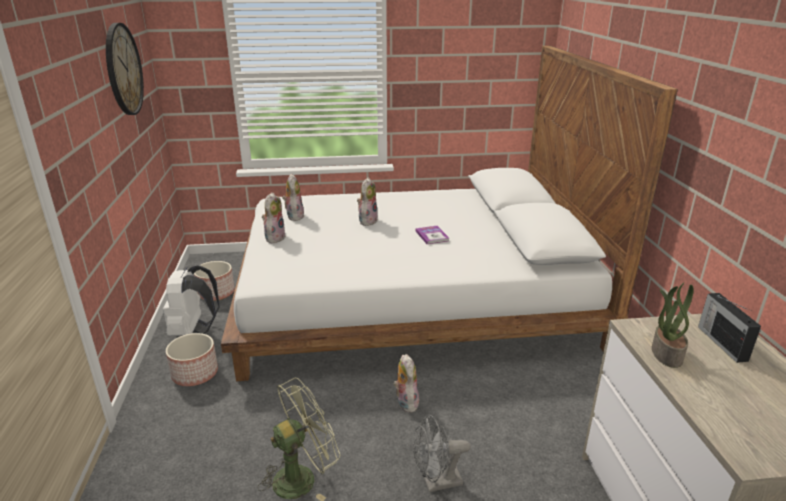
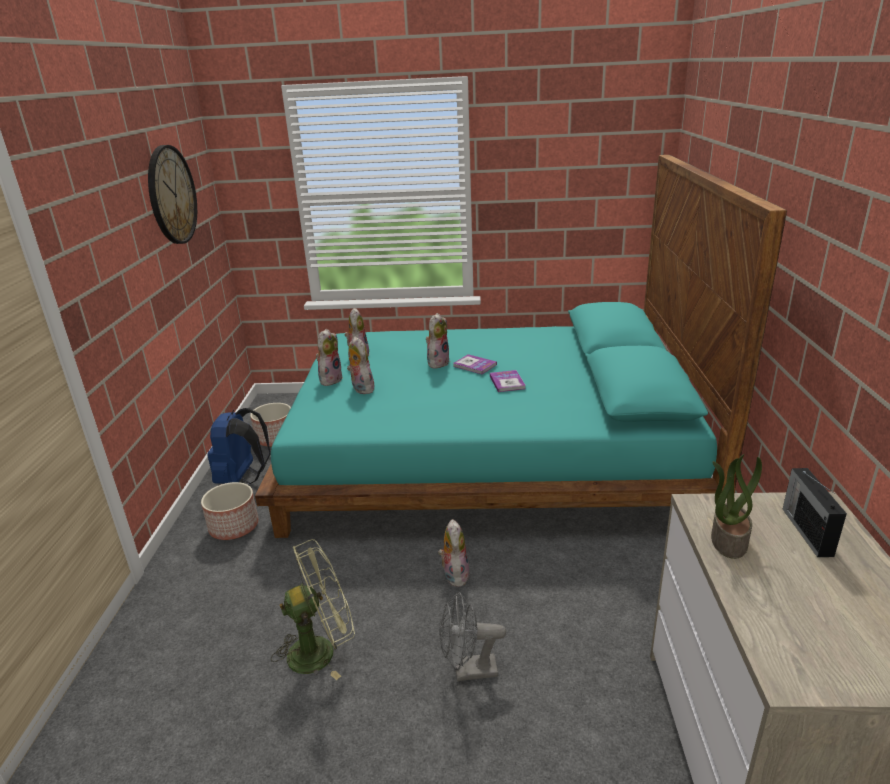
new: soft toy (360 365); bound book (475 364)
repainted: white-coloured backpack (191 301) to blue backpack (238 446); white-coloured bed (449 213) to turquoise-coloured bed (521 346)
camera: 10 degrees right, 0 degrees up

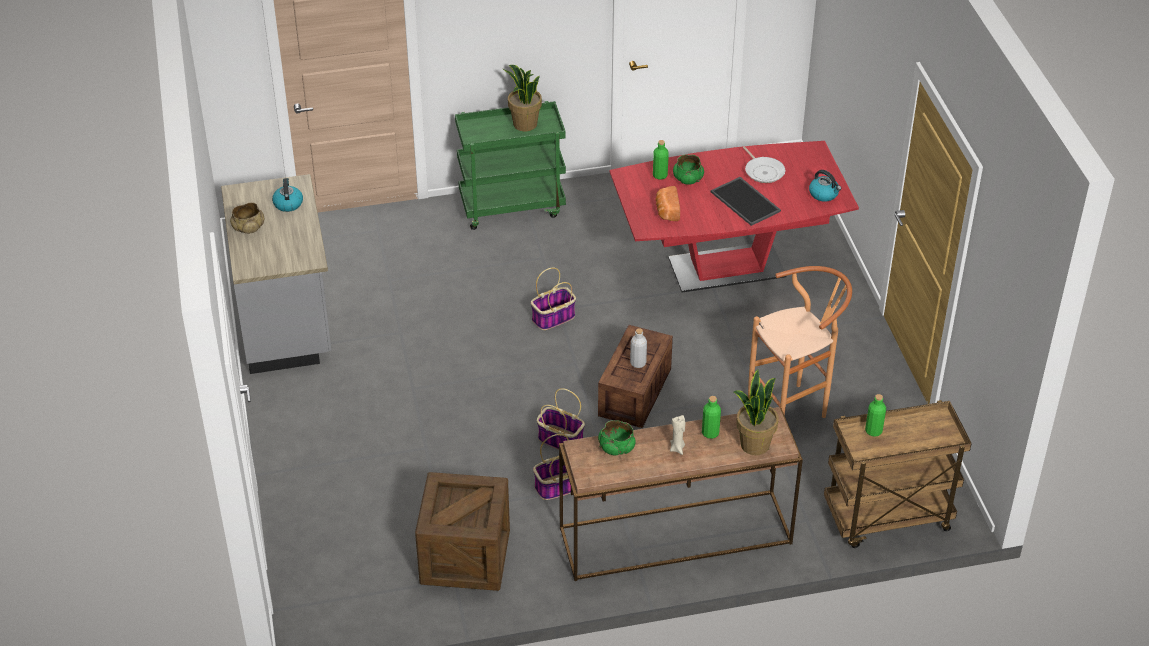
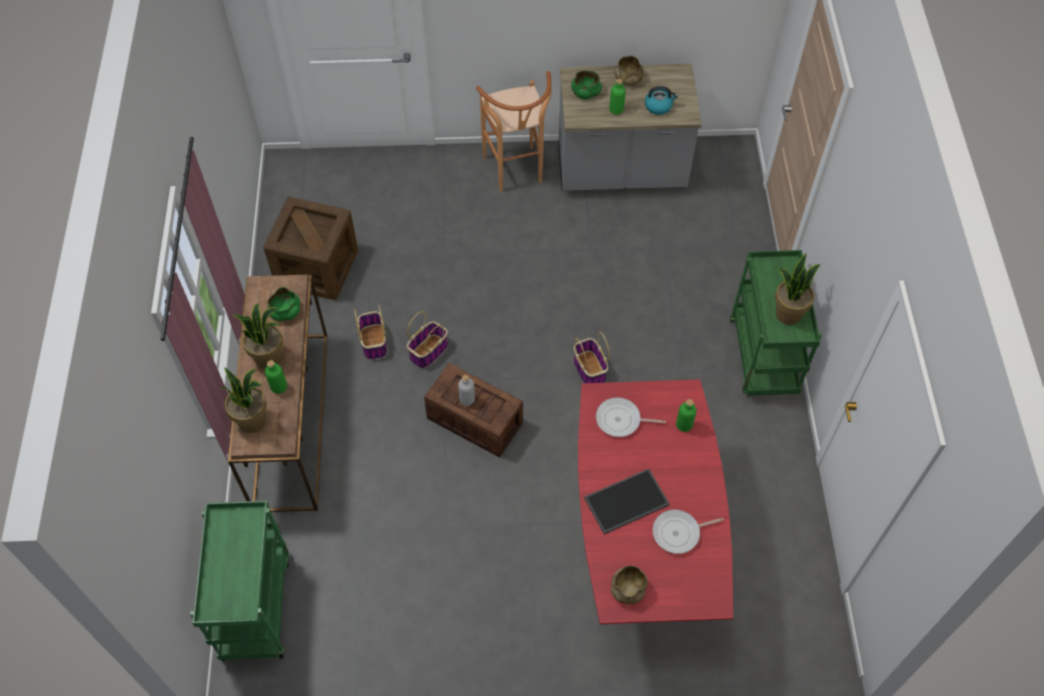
shifted: green-coloured bowl (688 169) to (586 84); brown sitting stool (800 342) to (514 131); green-coloured bottle (875 415) to (617 97)
swapped: bread (667 203) to skillet (631 417); sand-coloured candle (677 435) to plant in a pot (258 336); kettle (825 186) to sand-coloured bowl (629 585)
repainted: brown cart (898 474) to green-coloured cart (239 581)
camera: 100 degrees right, 15 degrees up

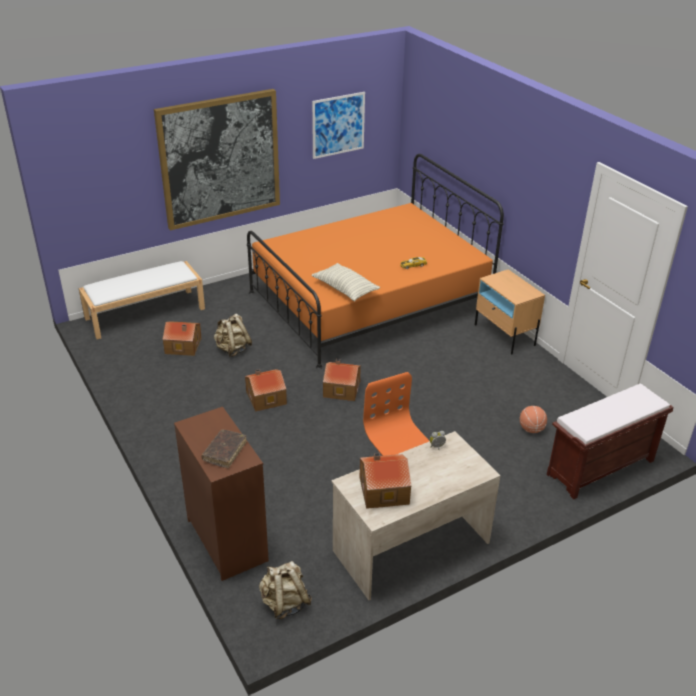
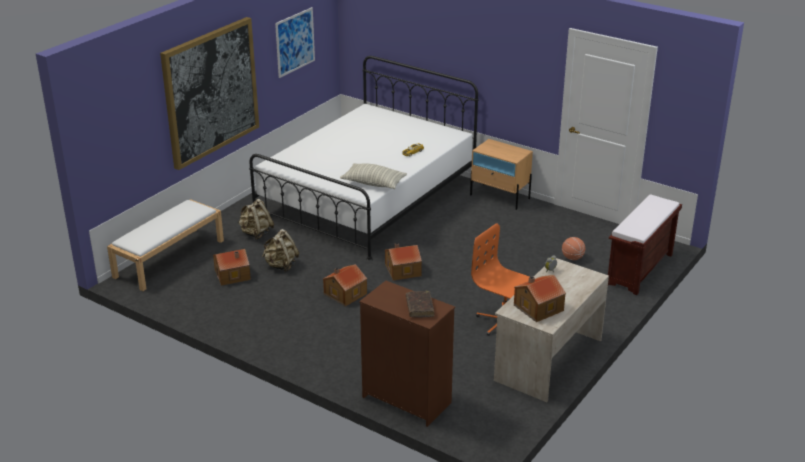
shifted: sand-coloured backpack (285 590) to (256 219)
repainted: orange bed (375 261) to white-coloured bed (364 158)
camera: 25 degrees left, 5 degrees down

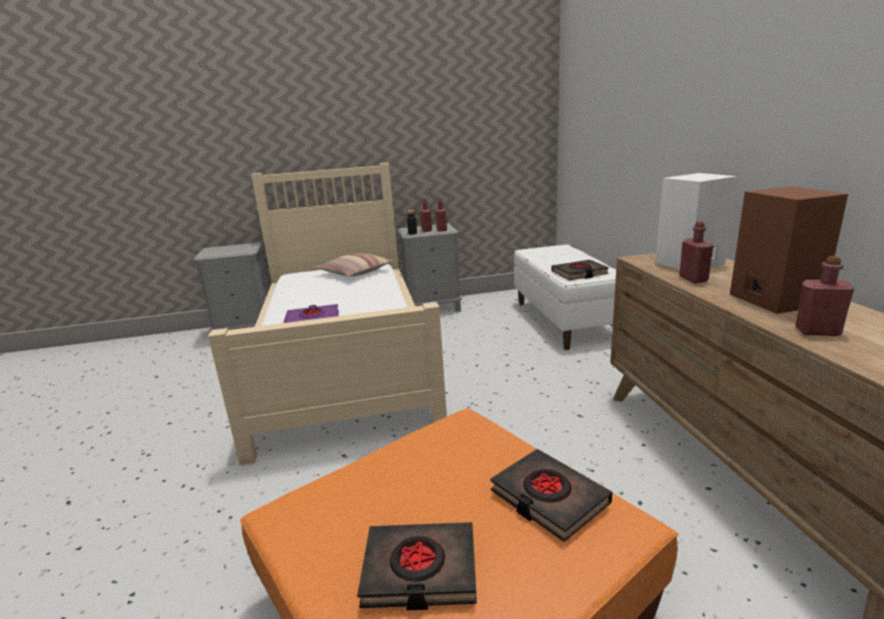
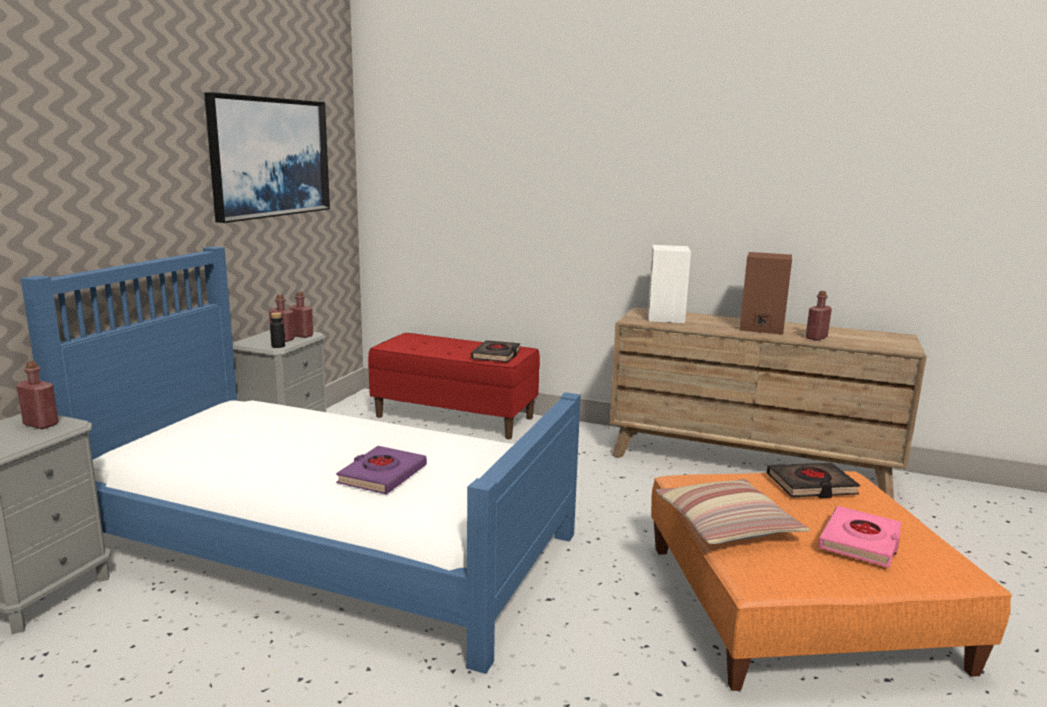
new: wall art (267 157)
shifted: pillow (354 264) to (732 511); red-coloured bottle (696 252) to (37 395)
repainted: sand-coloured bed (327 314) to blue bed (300 460); blackish bound book (417 566) to pink-coloured bound book (860 537); white-coloured long seat (565 297) to red-coloured long seat (454 386)
camera: 60 degrees left, 5 degrees down

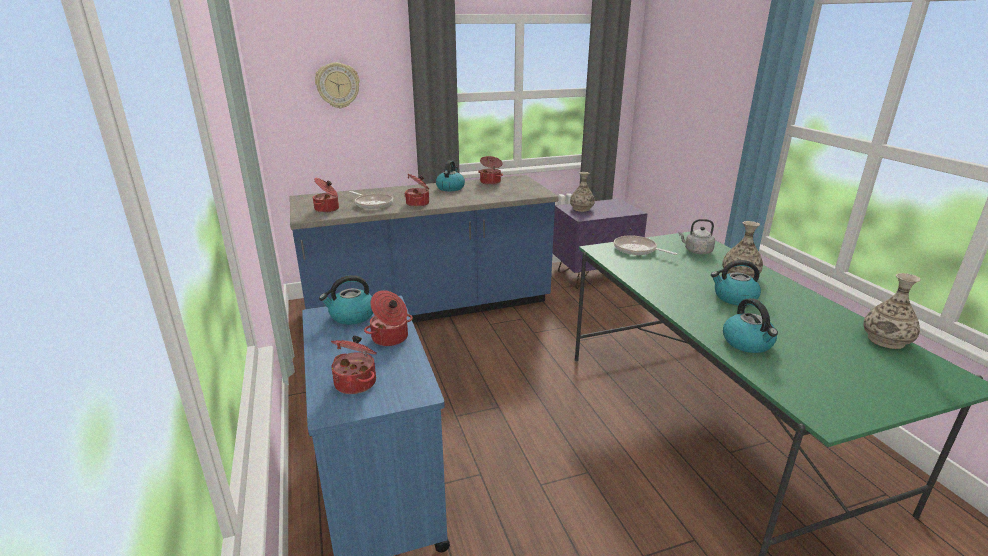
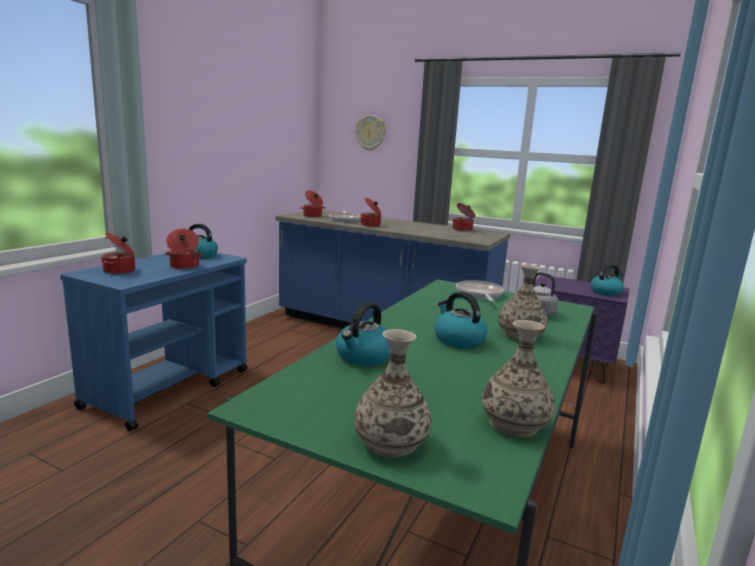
shifted: kettle (450 176) to (607 280); flower vase (582 192) to (393 393)
camera: 45 degrees right, 10 degrees down

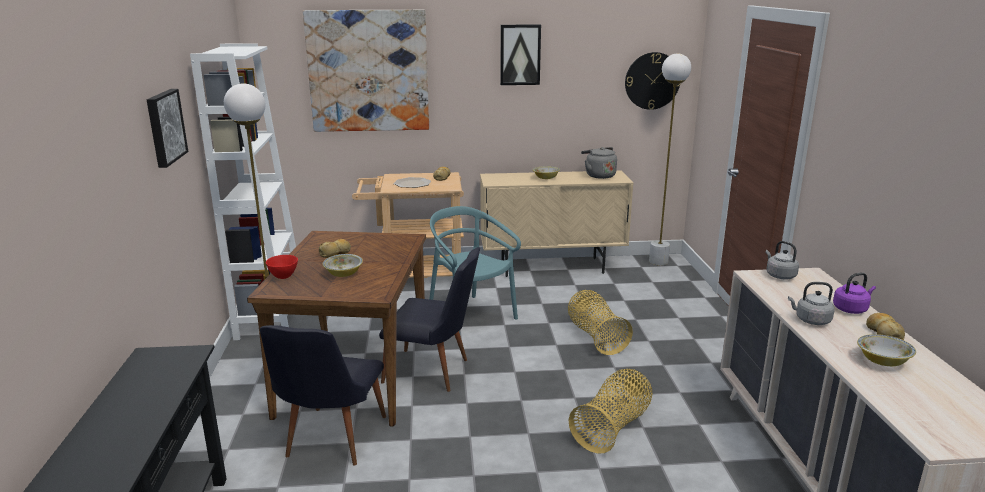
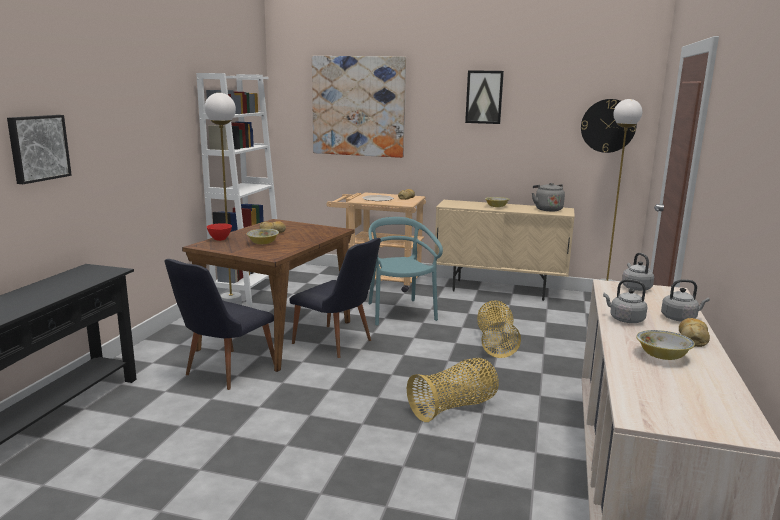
shifted: wall art (167 128) to (39 149)
repainted: purple kettle (854 293) to greyish kettle (685 300)
camera: 20 degrees right, 5 degrees down

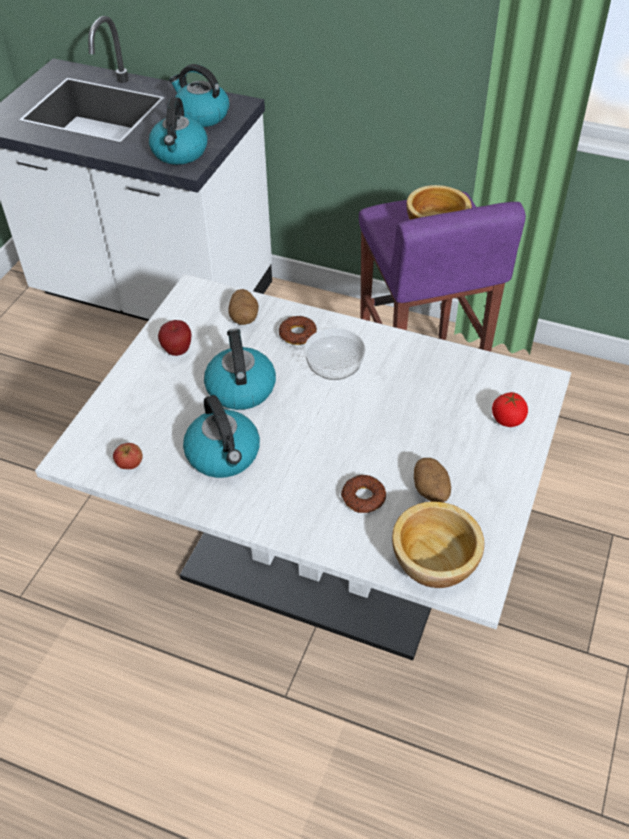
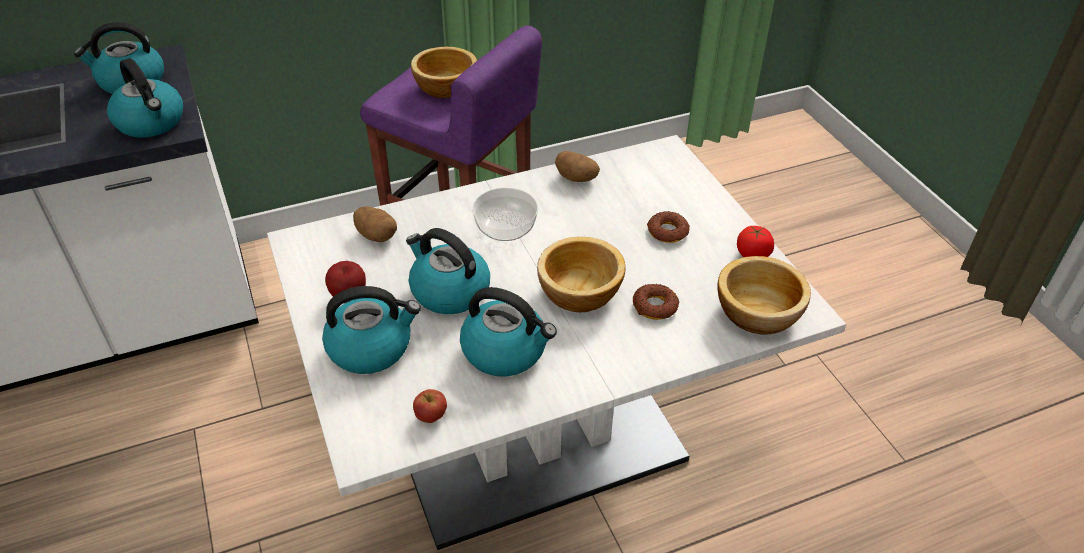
new: kettle (371 330); bowl (581 274)
shifted: doughnut (298 330) to (668 227); whole potato (432 480) to (577 166); fresh tomato (510 409) to (755 241)
camera: 45 degrees left, 5 degrees down

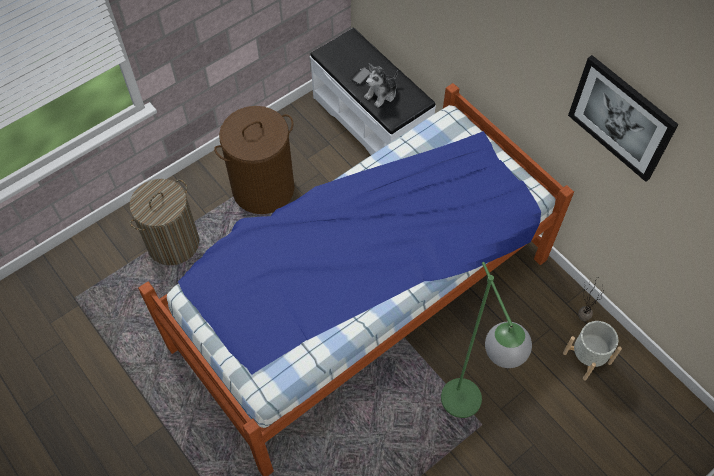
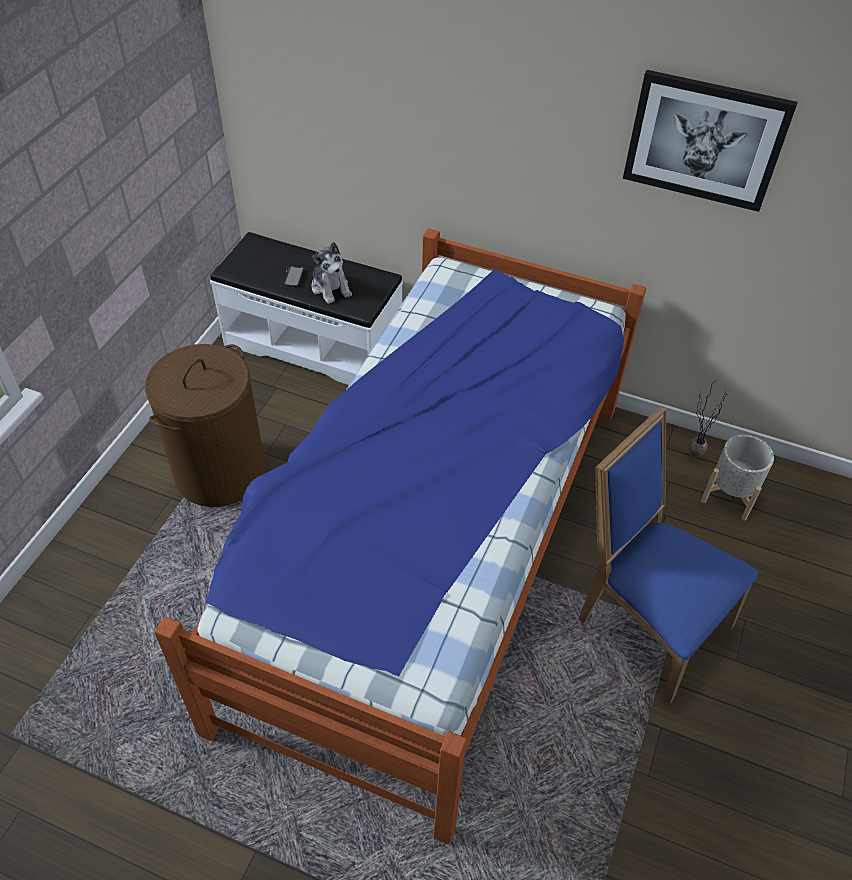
gone: washing basket (164 222)
swapped: green-coloured standard lamp (486 340) to blue upright chair (668 555)
rotated: soft toy (381 86) = (332 273) 45 degrees counterclockwise
camera: 30 degrees left, 10 degrees down

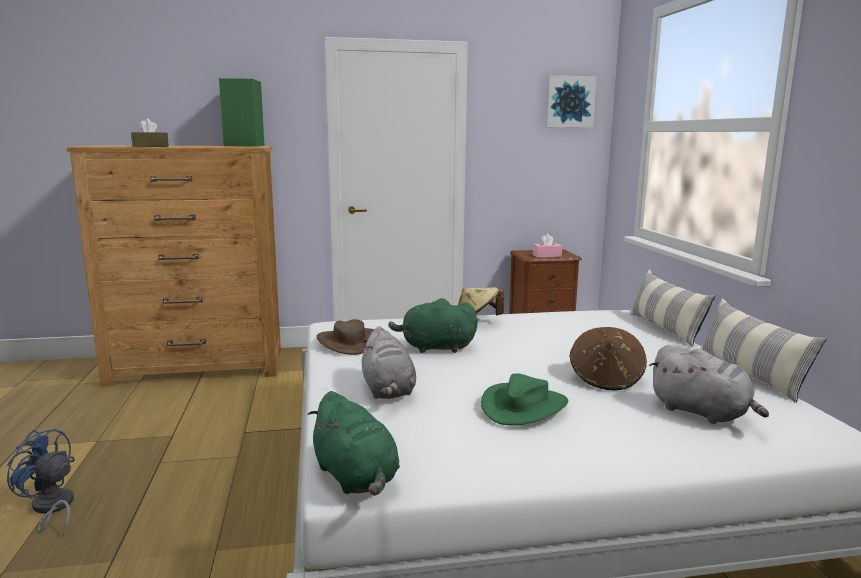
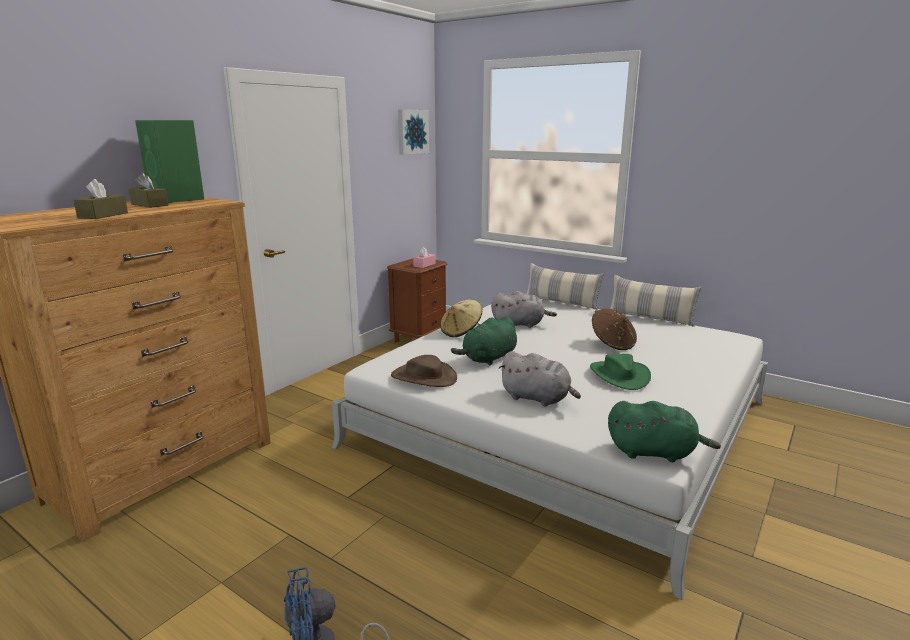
new: brown tissue box (149 190)
shifted: greyish soft toy (709 384) to (524 309)
camera: 45 degrees left, 5 degrees up

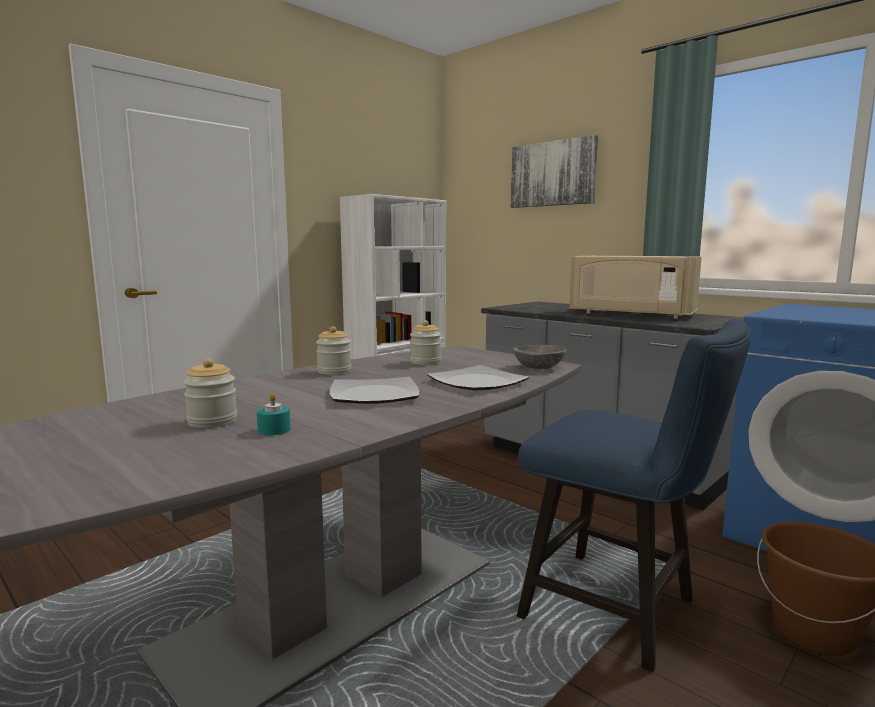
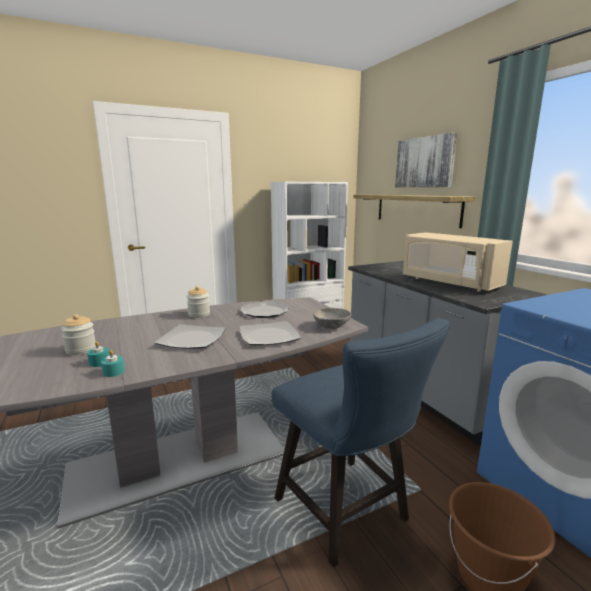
new: turquoise-coloured candle (113 363); bracket shelf (414 211)
swapped: storage jar (425 342) to plate (264 310)
camera: 20 degrees right, 5 degrees up

